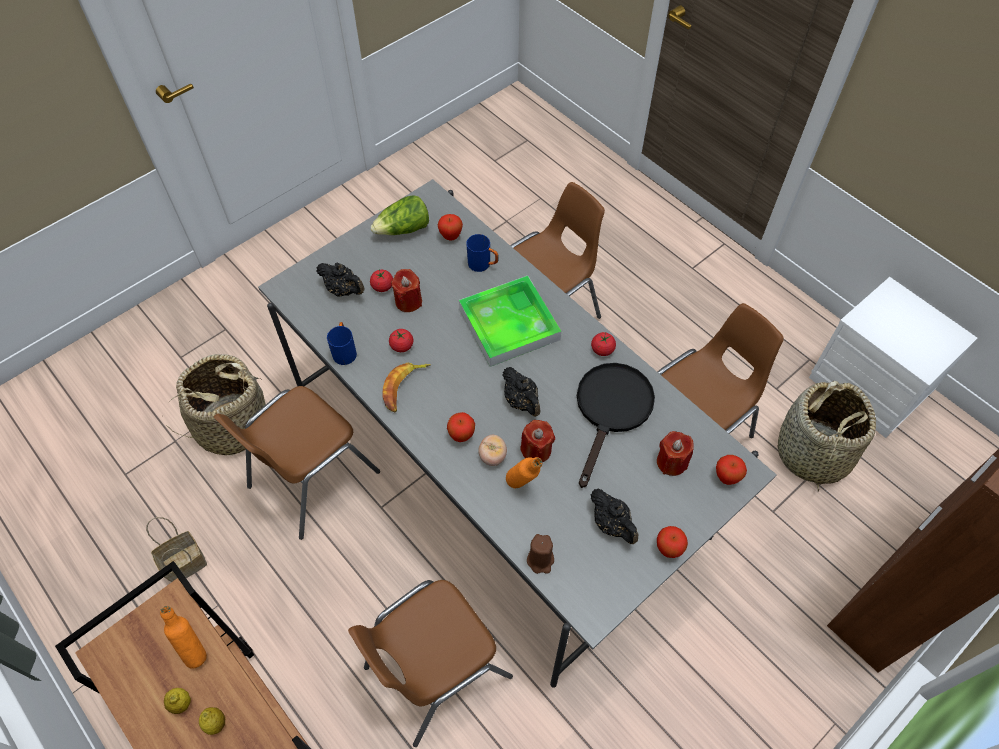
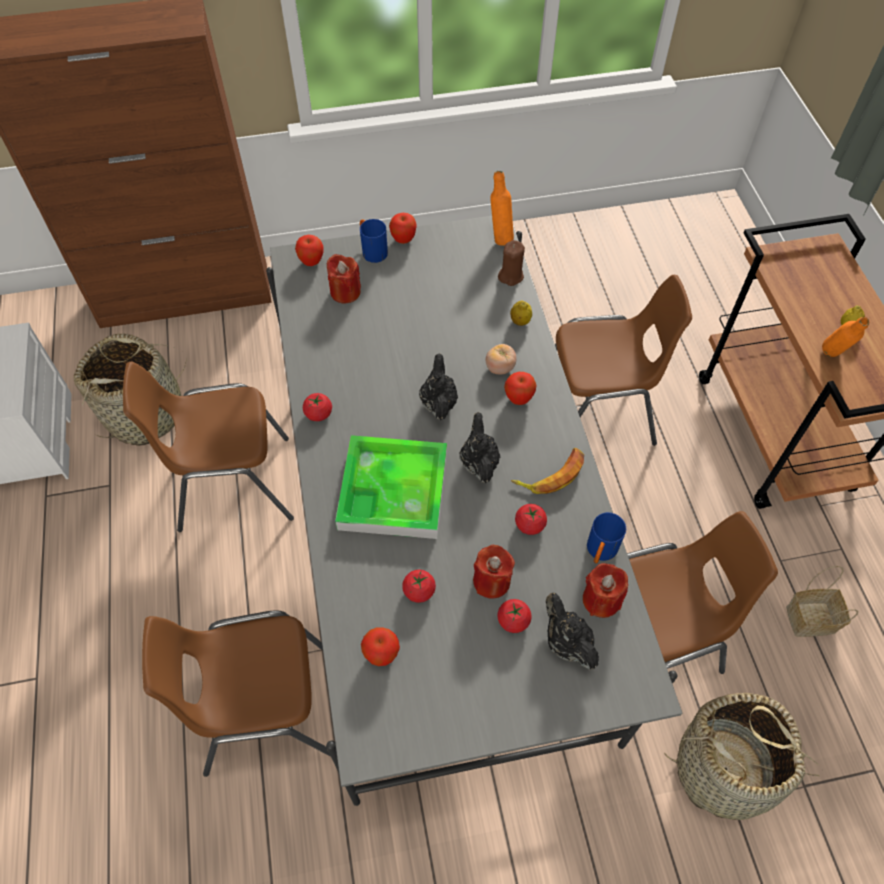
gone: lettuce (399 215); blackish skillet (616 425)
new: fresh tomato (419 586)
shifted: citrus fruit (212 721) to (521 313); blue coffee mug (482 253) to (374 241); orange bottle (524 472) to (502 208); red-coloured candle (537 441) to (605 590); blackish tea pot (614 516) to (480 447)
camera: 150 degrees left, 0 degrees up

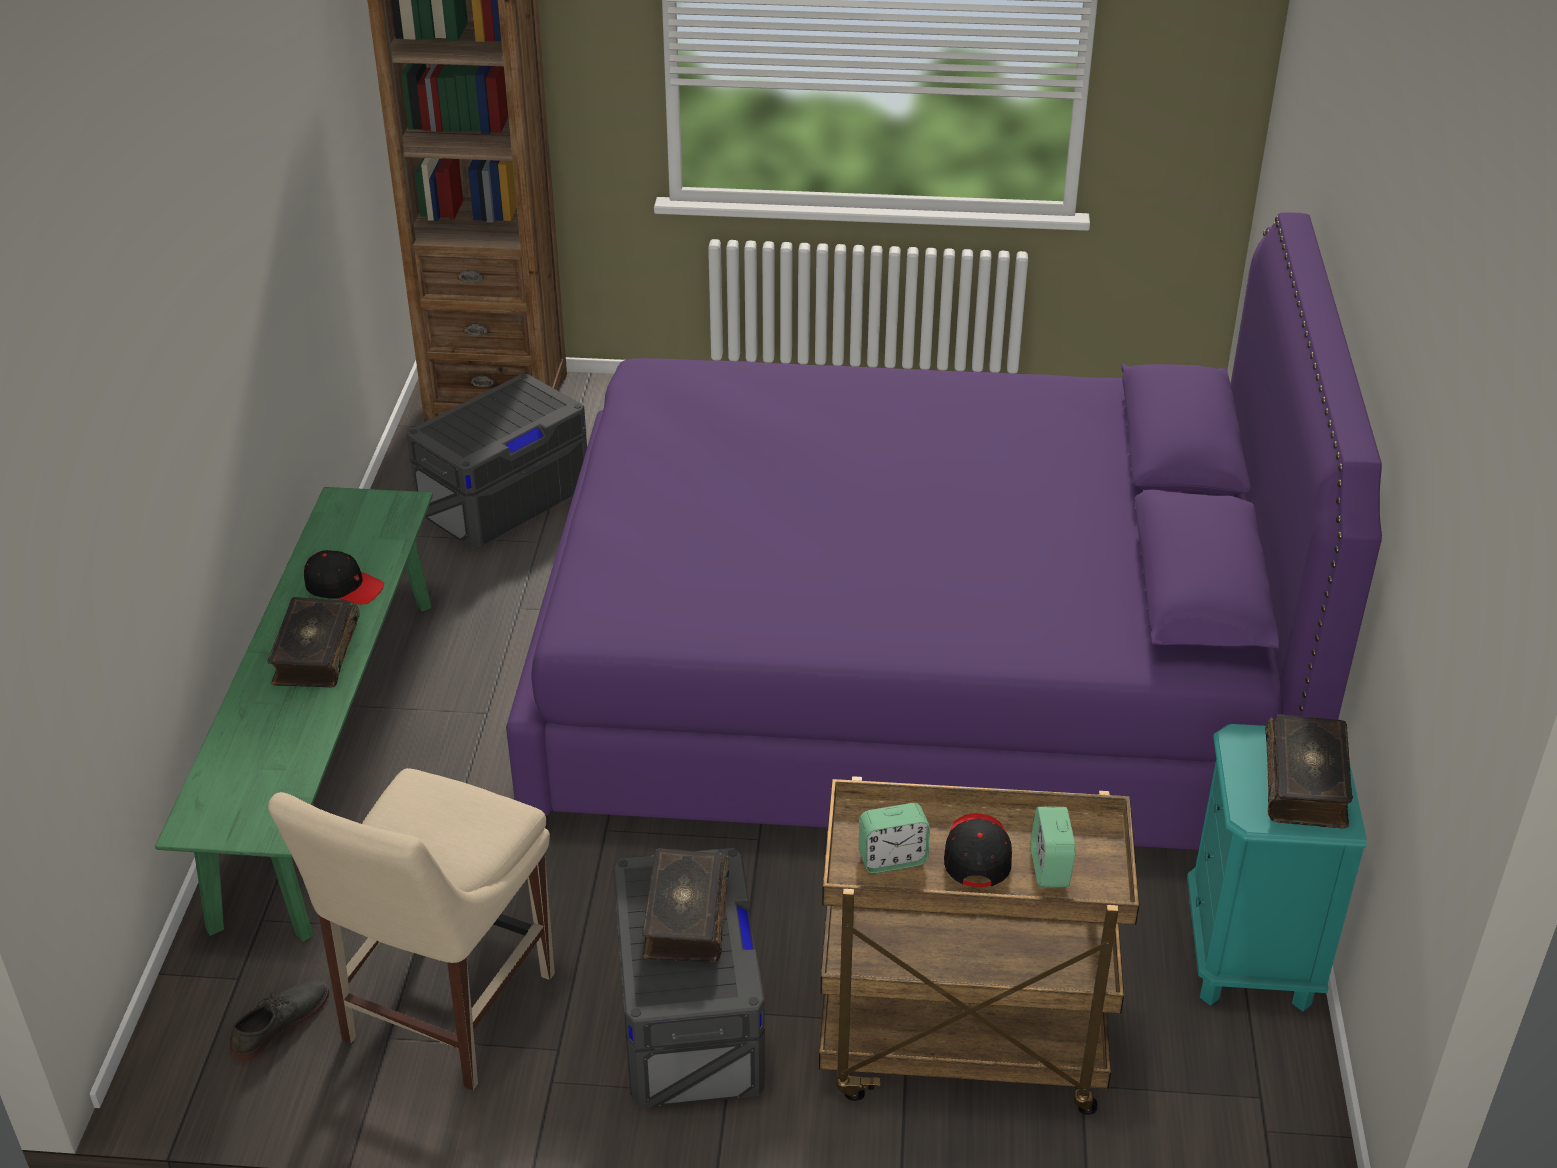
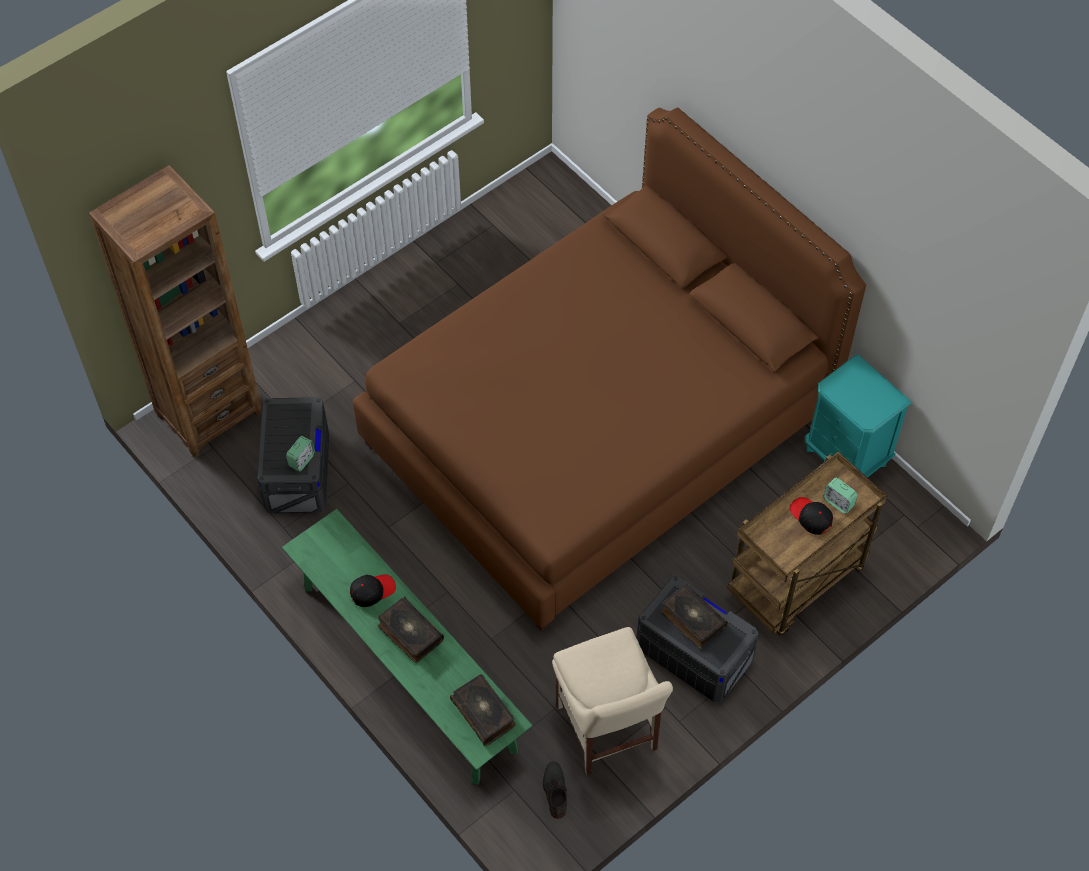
shifted: table clock (894 838) to (300 454); bound book (1309 771) to (483 710)
repainted: purple bed (944 531) to brown bed (609 369)
camera: 45 degrees left, 20 degrees up

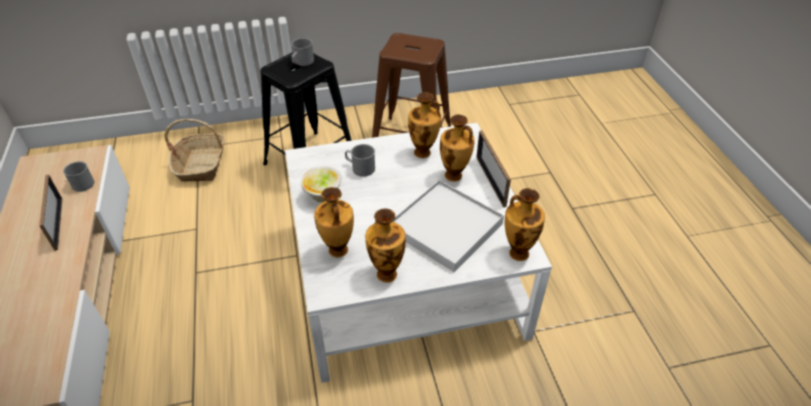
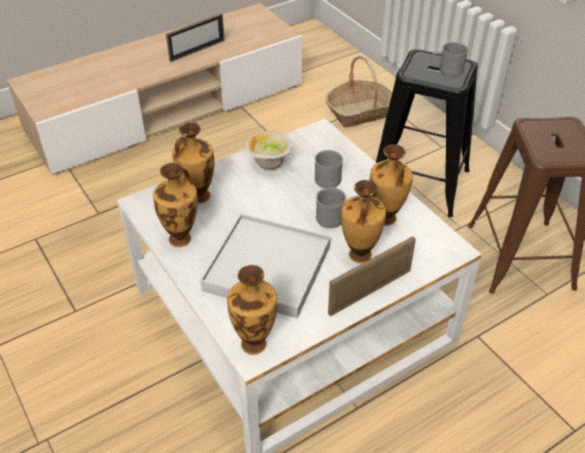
shifted: greyish coffee mug (78 176) to (331 207)
camera: 70 degrees right, 0 degrees up

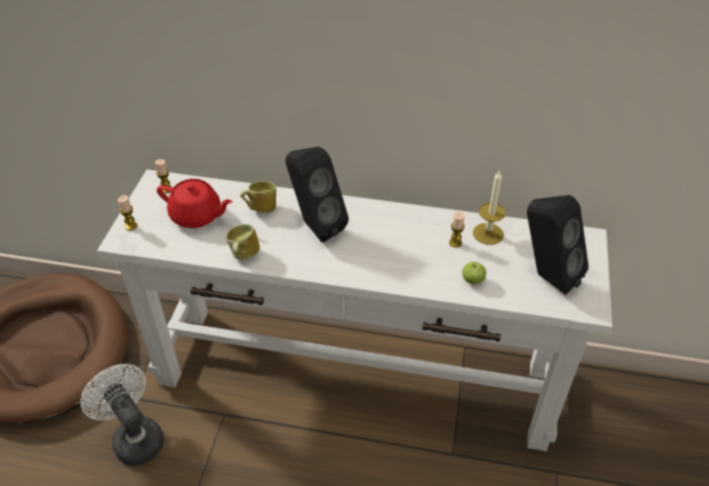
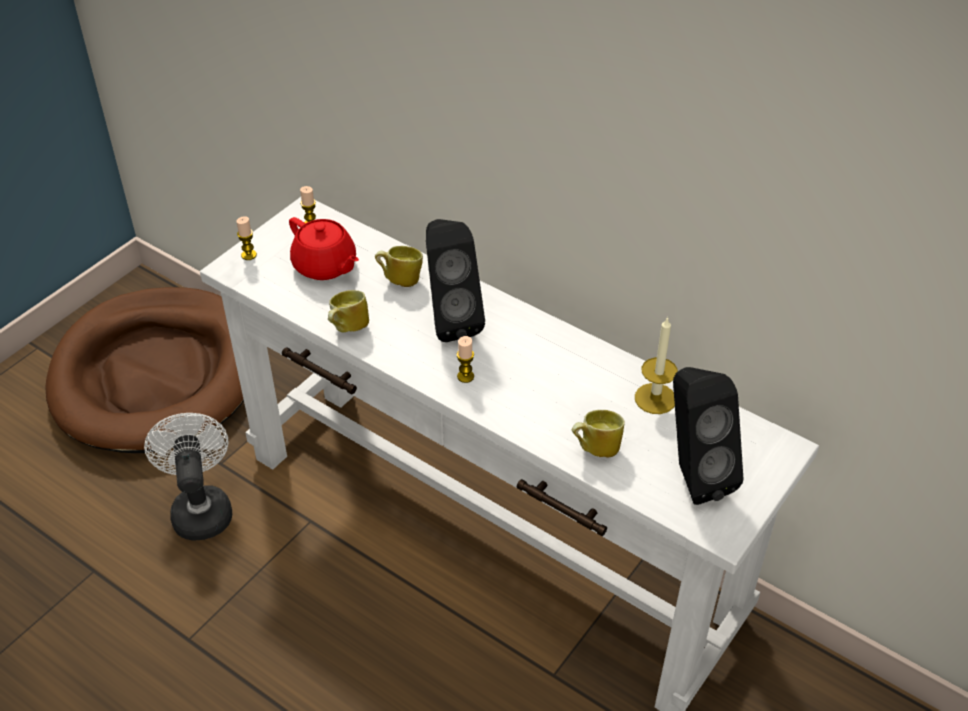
shifted: candle (457 229) to (465 359)
swapped: apple (474 273) to coffee mug (598 434)
camera: 25 degrees right, 0 degrees up

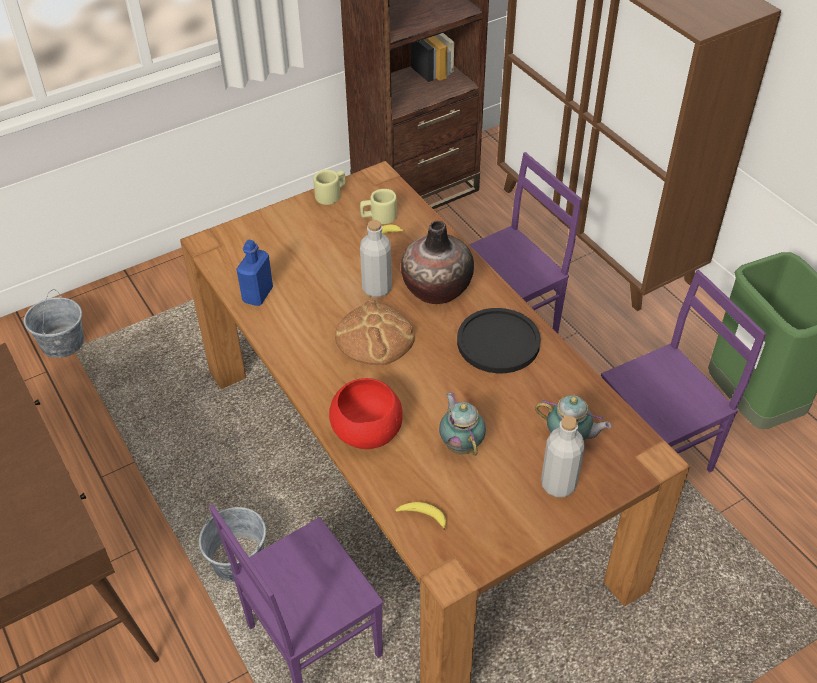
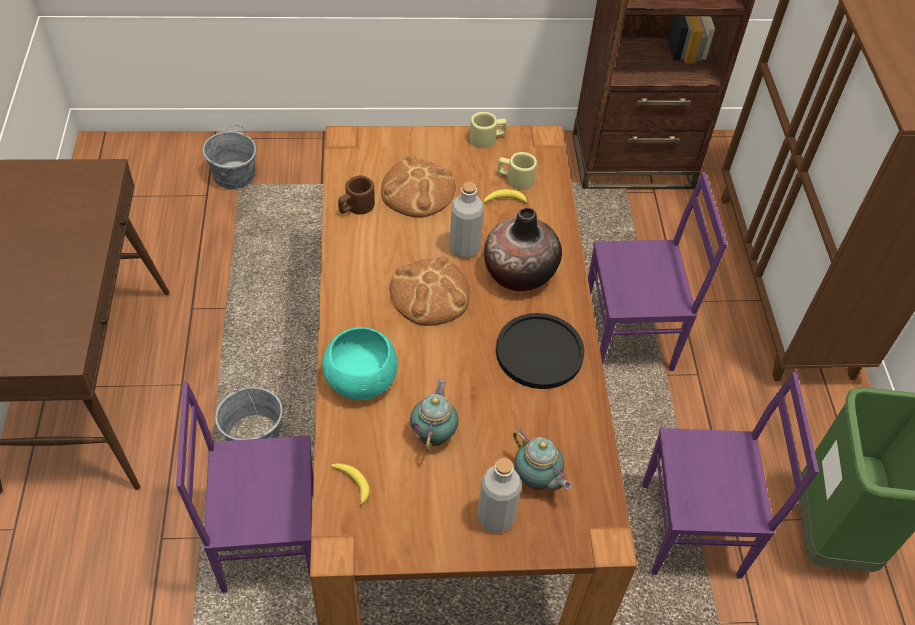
new: bread (418 186)
swapped: blue bottle (254 273) to brown coffee mug (356 195)
repainted: red-coloured bowl (366 413) to turquoise-coloured bowl (360 363)
camera: 25 degrees right, 5 degrees up

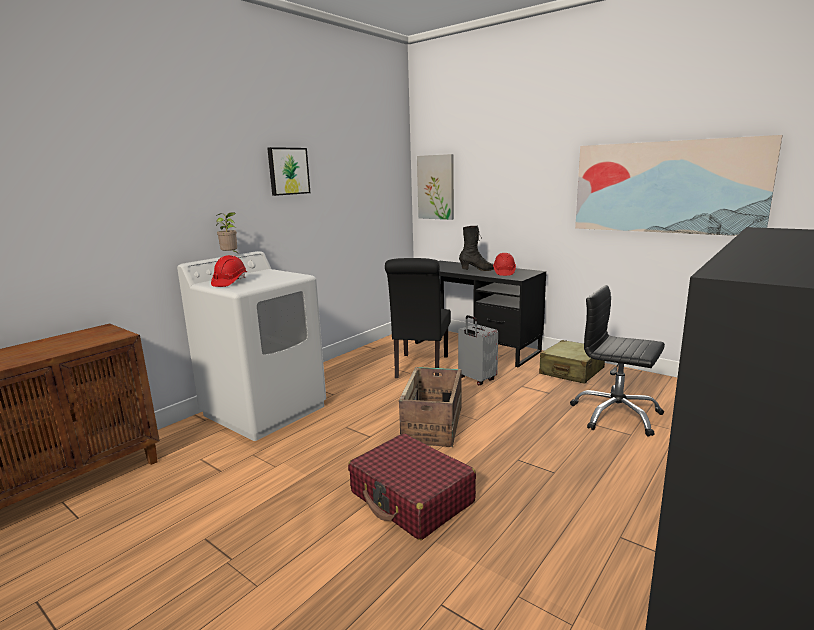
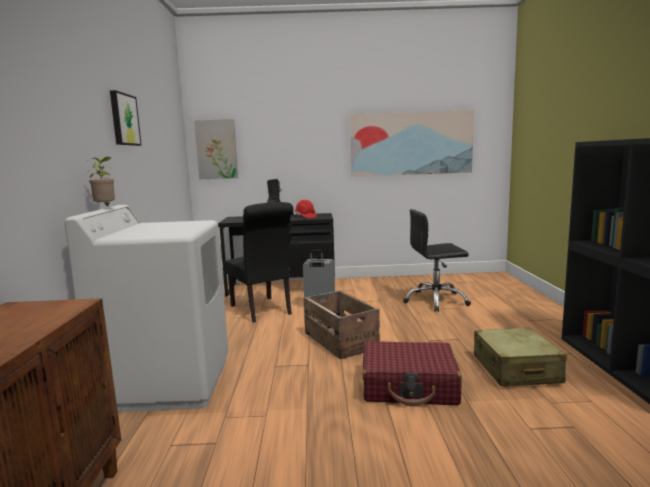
gone: red-coloured work helmet (229 271)
shifted: sand-coloured travel case (572 362) to (520 356)
camera: 40 degrees left, 5 degrees down

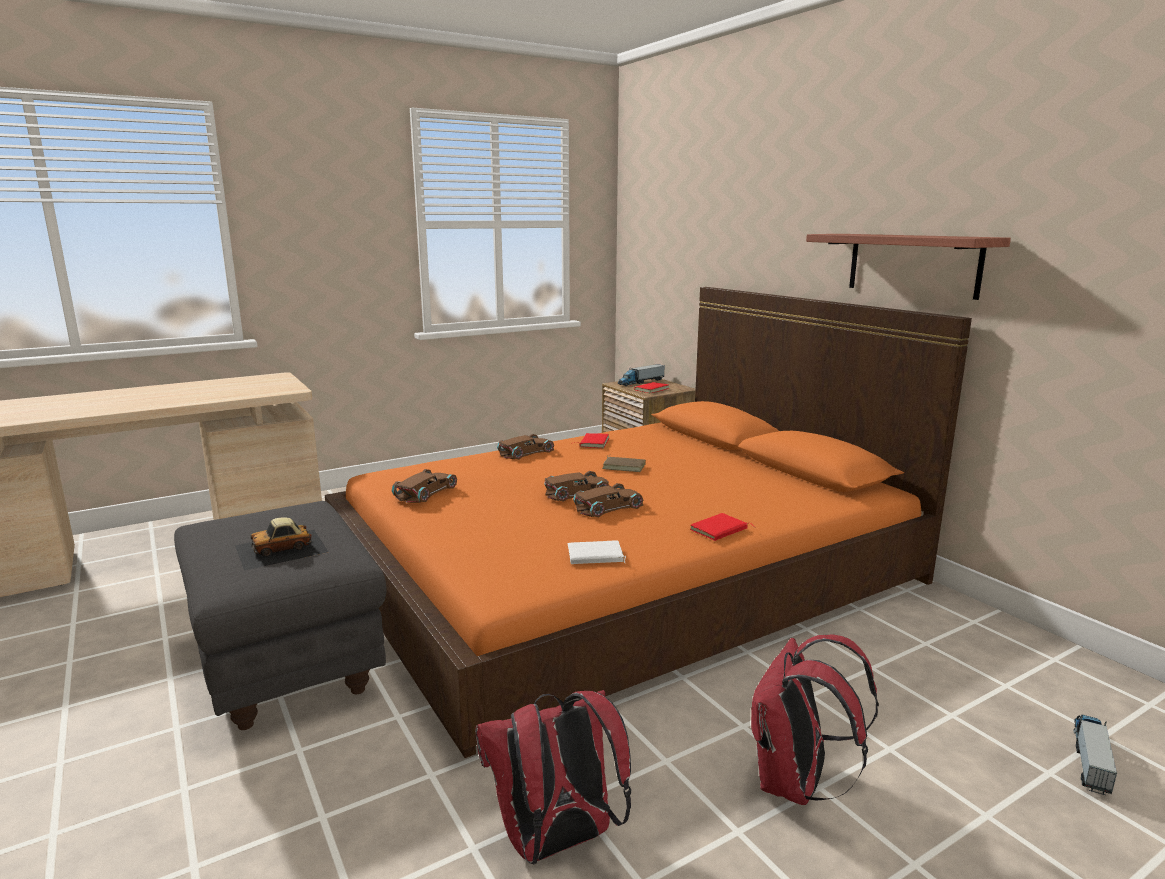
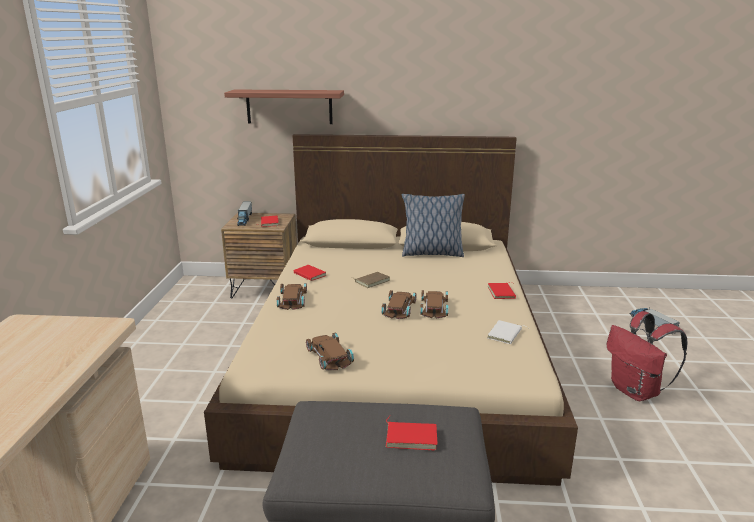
gone: red-coloured backpack (553 777)
new: pillow (433 225)
shifted: bracket shelf (908 267) to (284 107)
swapped: miniature car (281 544) to red-coloured bound book (412 433)
repainted: orange bed (648 522) to sand-coloured bed (391 310)
camera: 55 degrees left, 5 degrees up

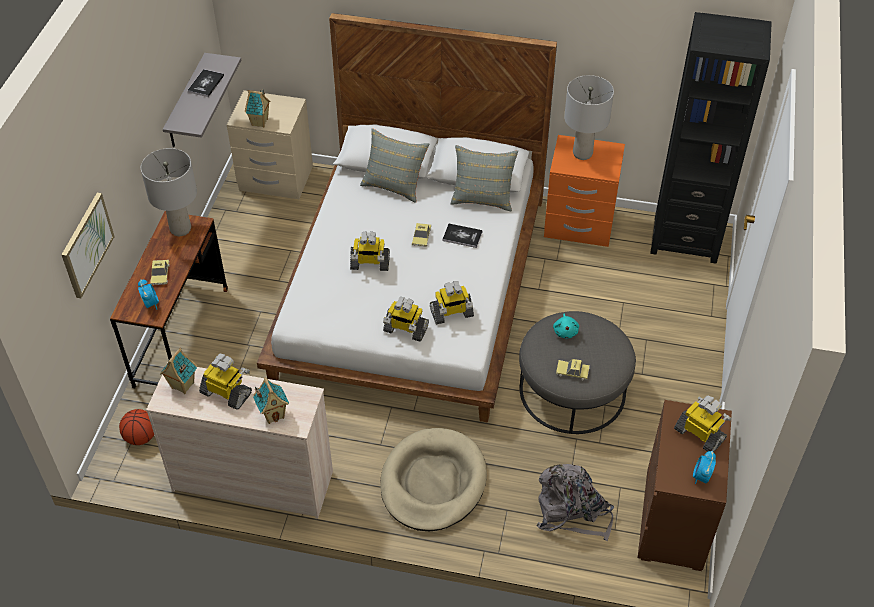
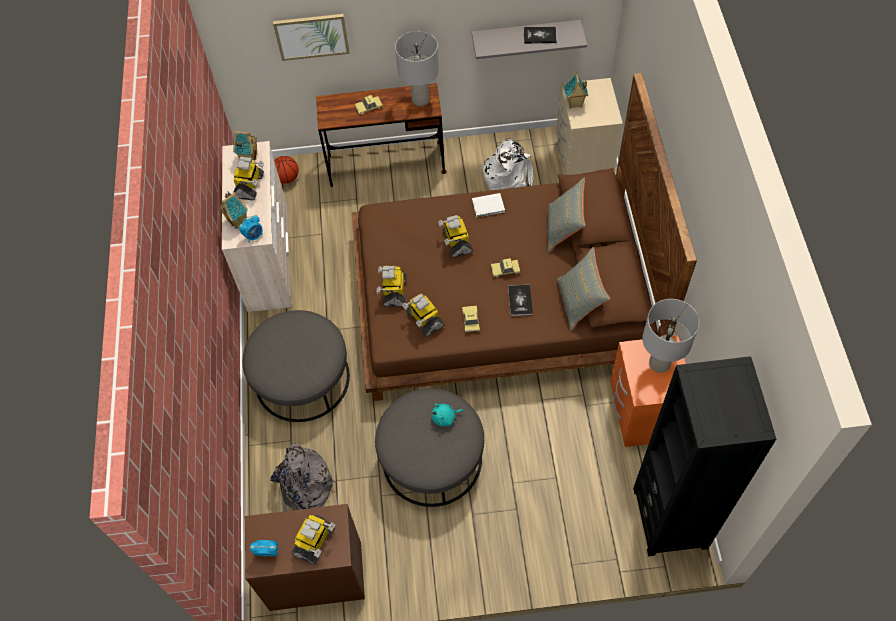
new: white-coloured bound book (488 205); white-coloured backpack (506 164)
shifted: table clock (148 294) to (251 229); miniature car (573 369) to (471 319)
swapped: sand-coloured dog cushion (433 479) to greyish pouffe (296 366)
repainted: white-coloured bed (407 218) to brown bed (524 237)
camera: 75 degrees right, 10 degrees up

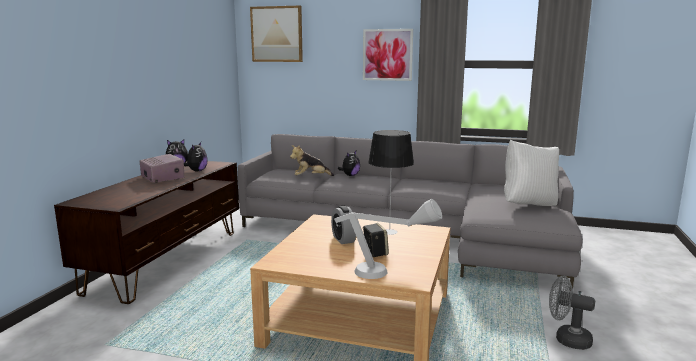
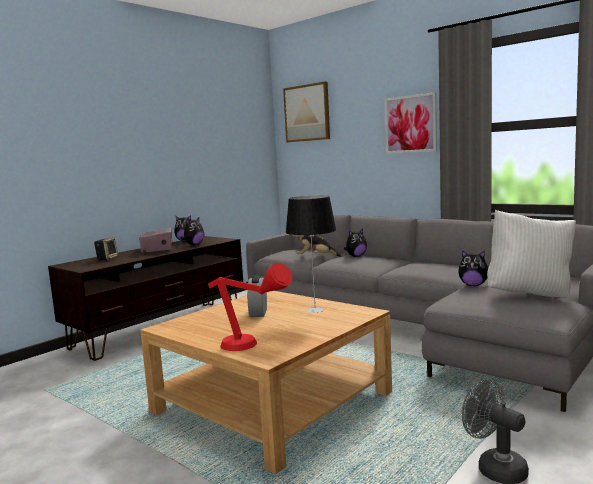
new: soft toy (473 268)
shifted: speaker (376 240) to (106 249)
repainted: greyish tabletop lamp (388 239) to red-coloured tabletop lamp (250 307)
camera: 25 degrees right, 5 degrees down

